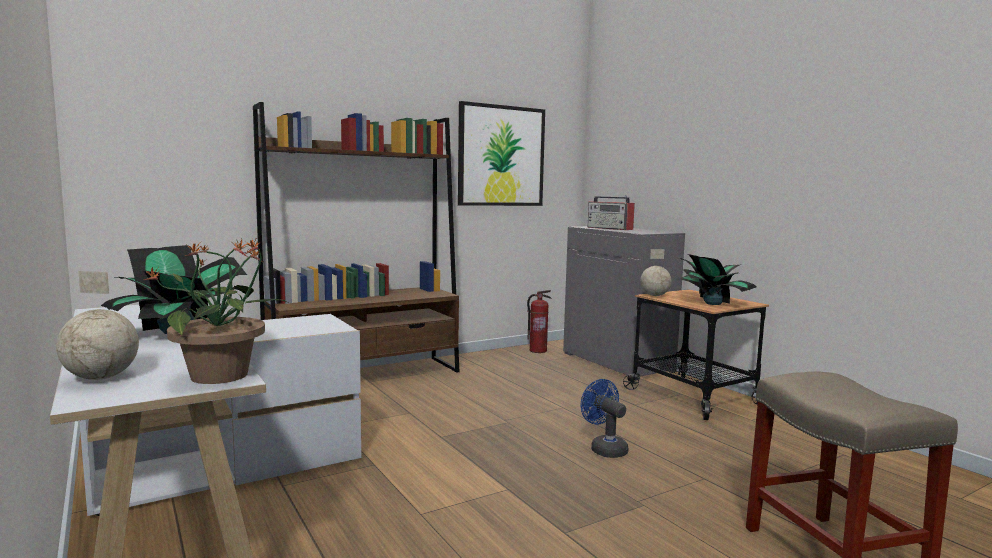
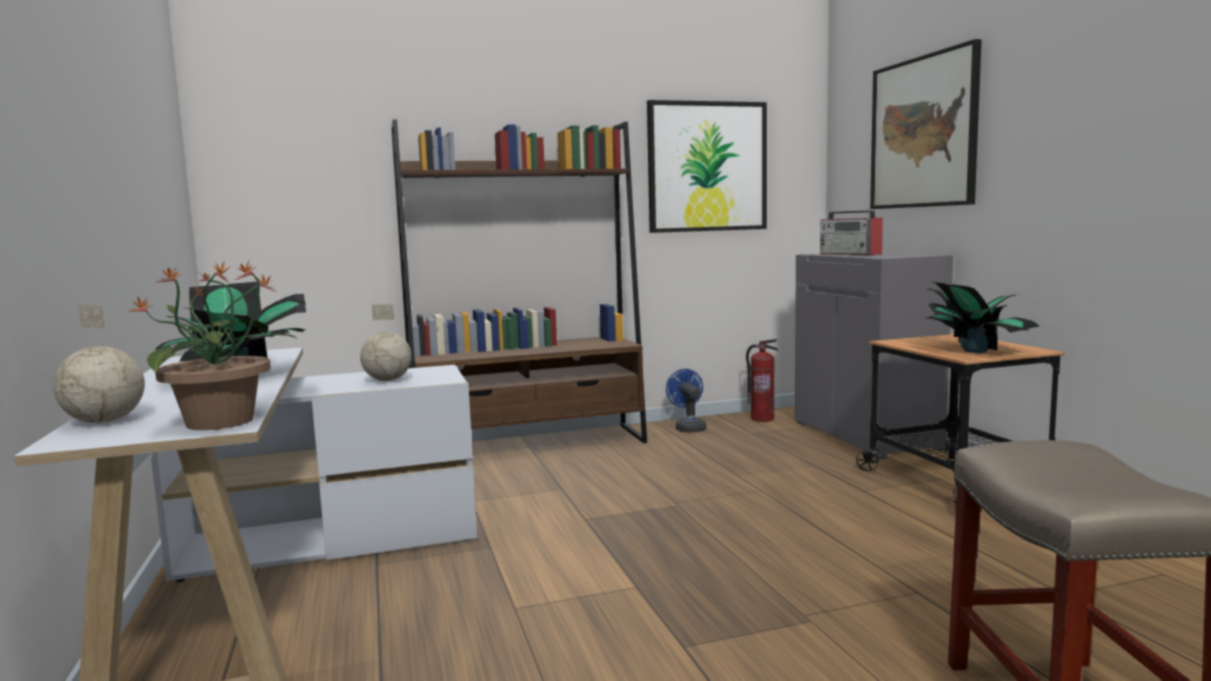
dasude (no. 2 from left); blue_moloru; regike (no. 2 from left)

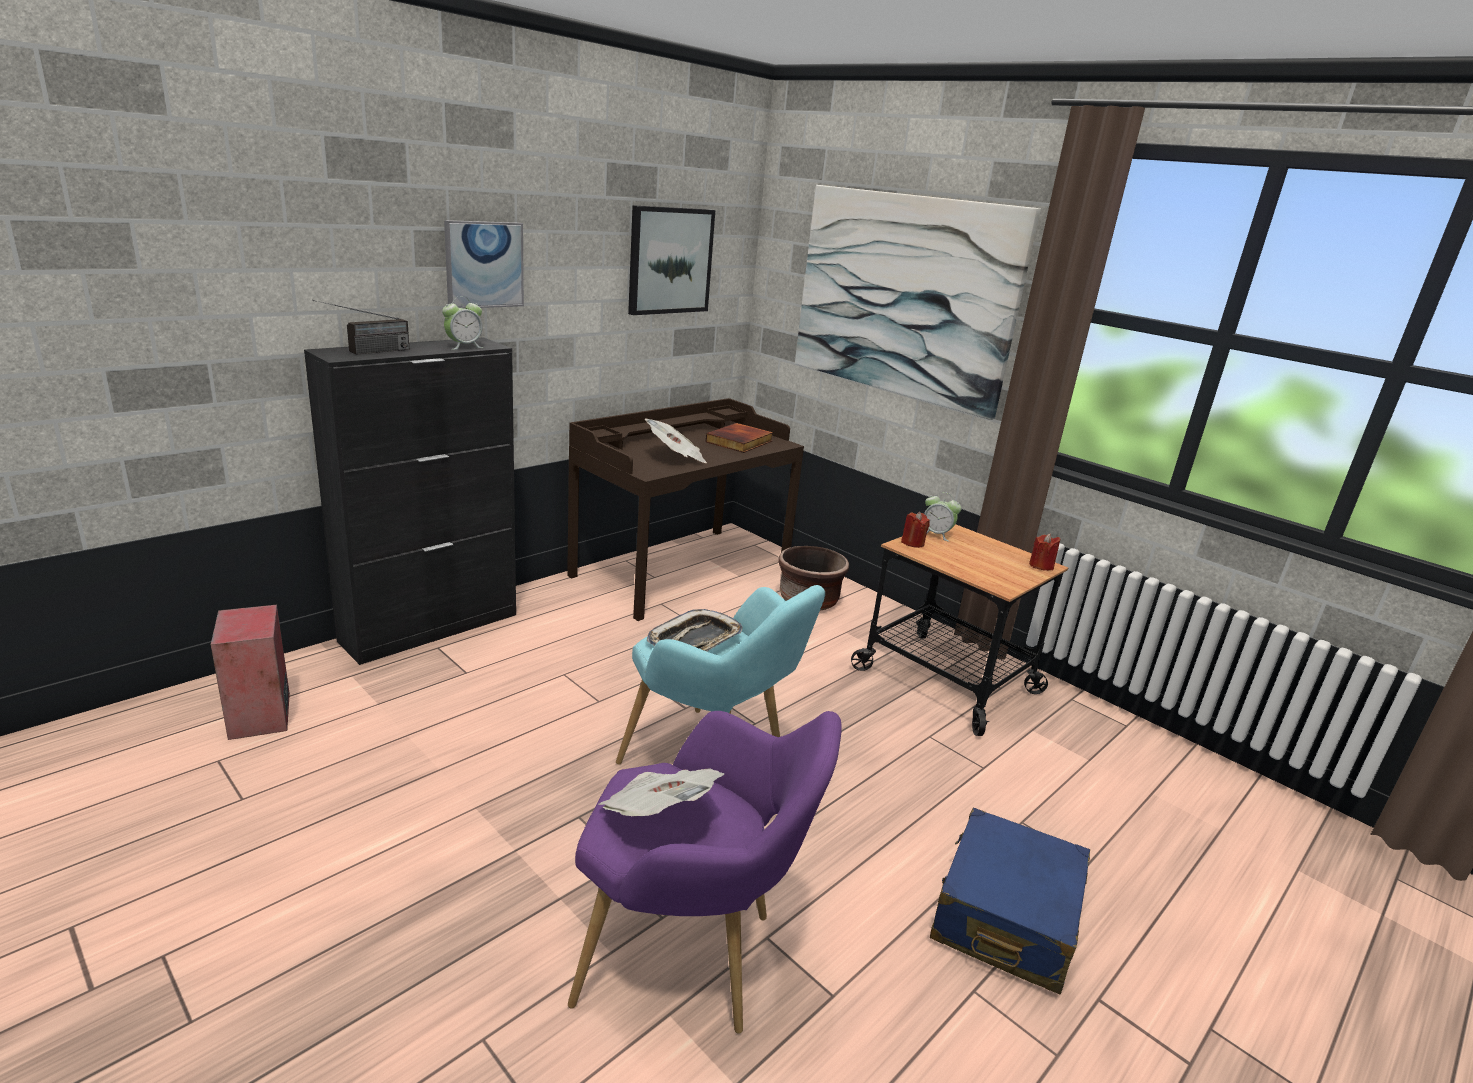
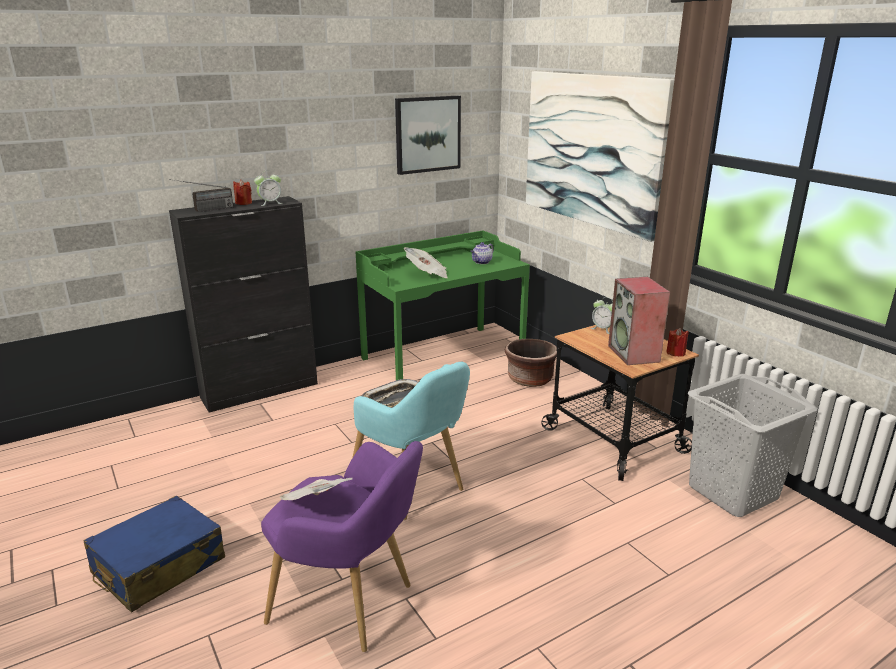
regike (no. 1 from left in the first image); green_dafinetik; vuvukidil; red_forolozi (no. 1 from left); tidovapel; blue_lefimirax; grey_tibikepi

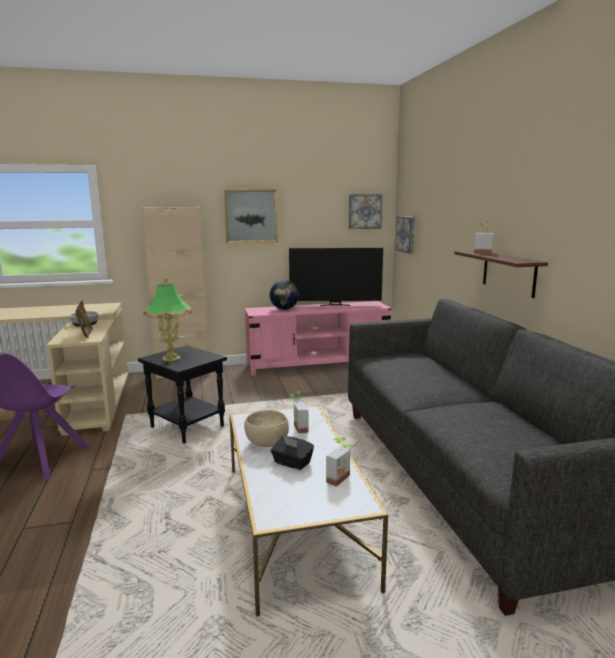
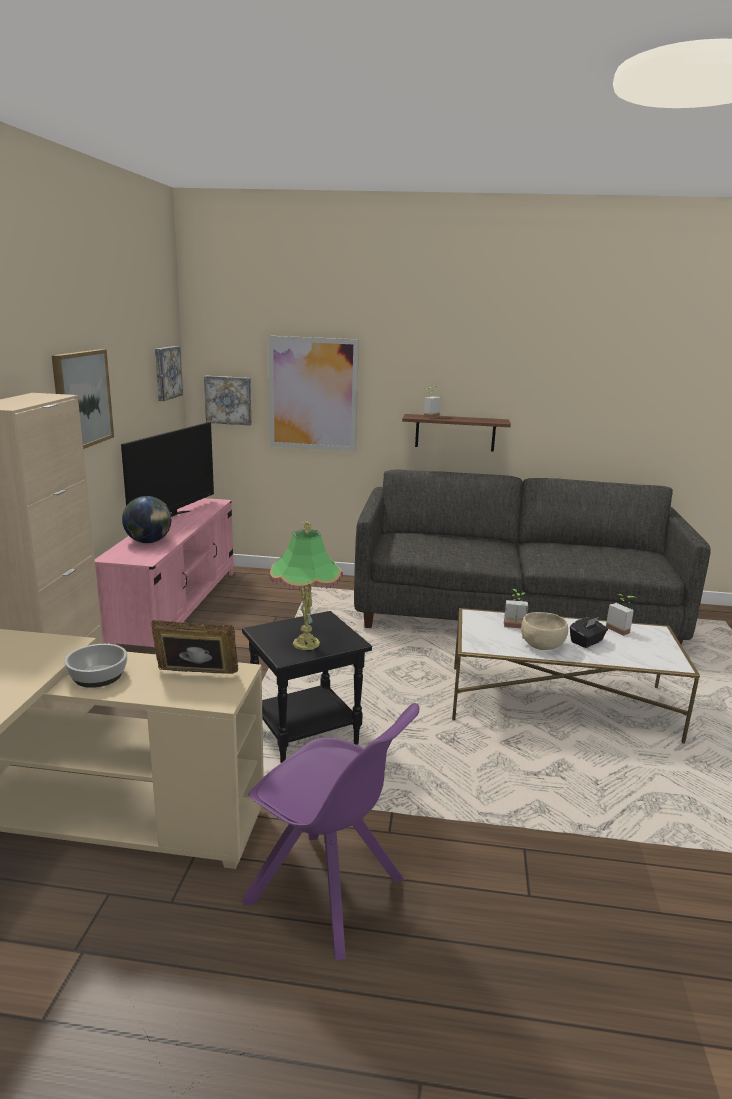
regike (no. 4 from left)

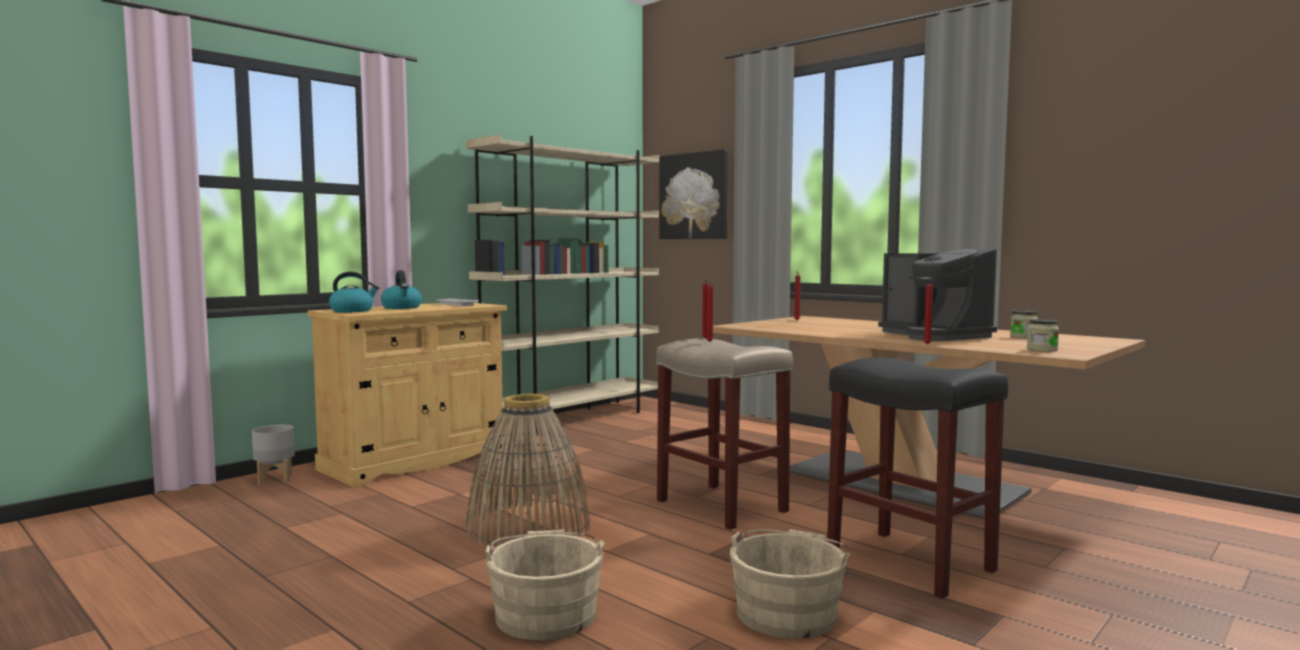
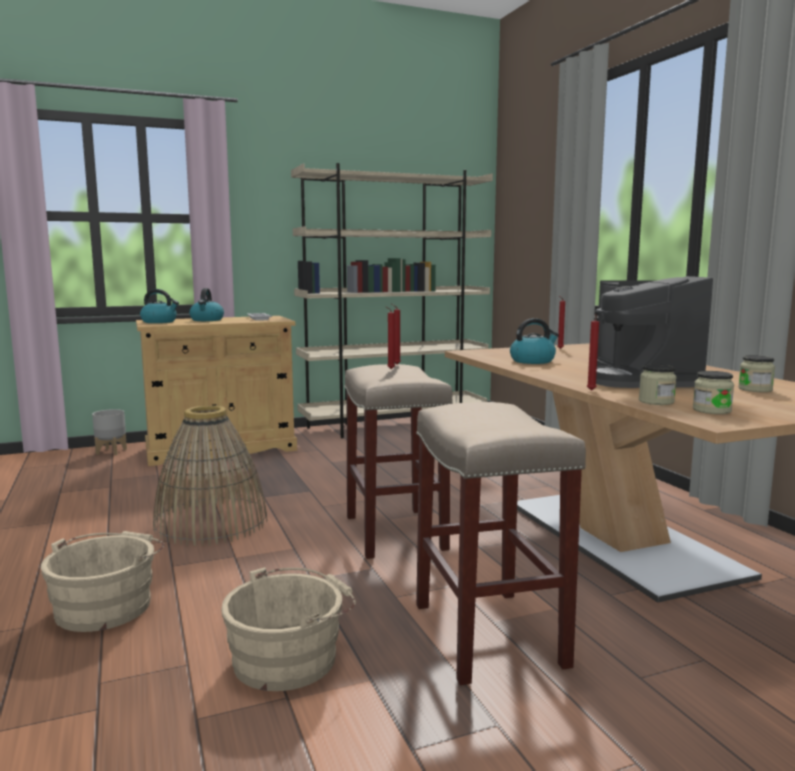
regike; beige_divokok (no. 2 from left); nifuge (no. 3 from left); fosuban (no. 1 from left)

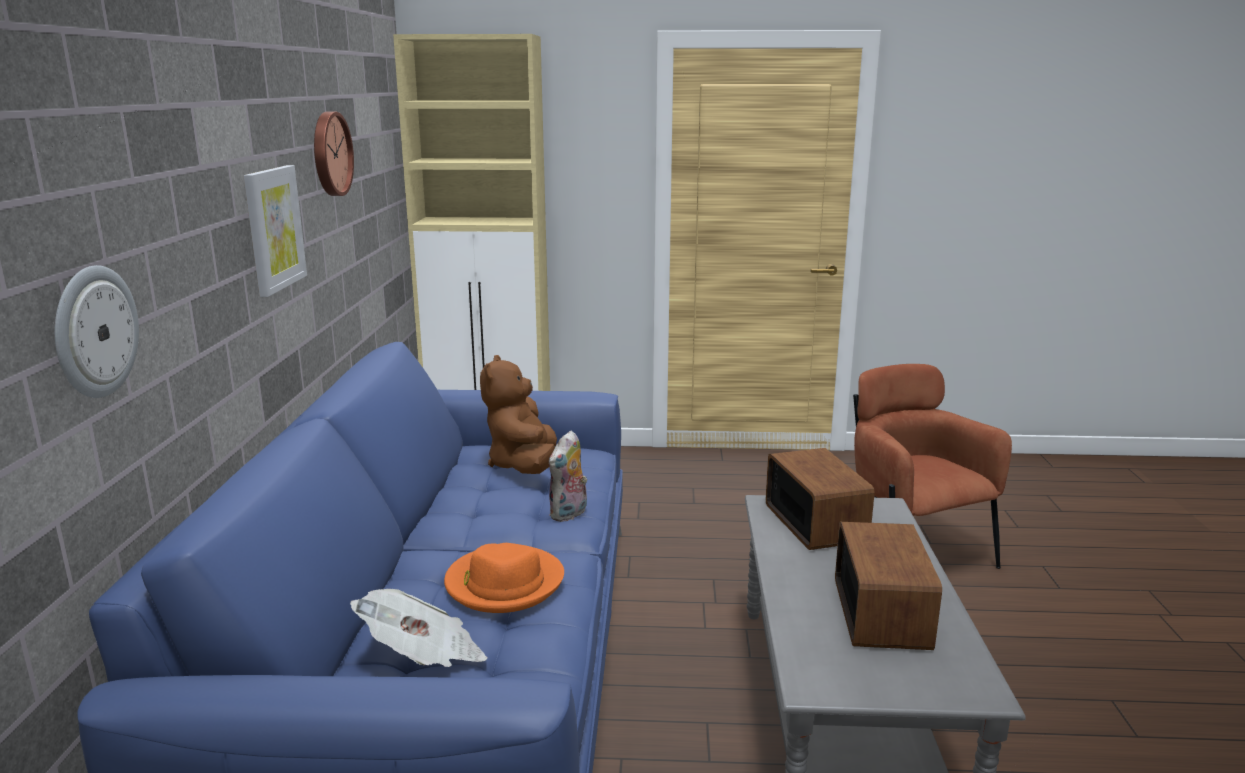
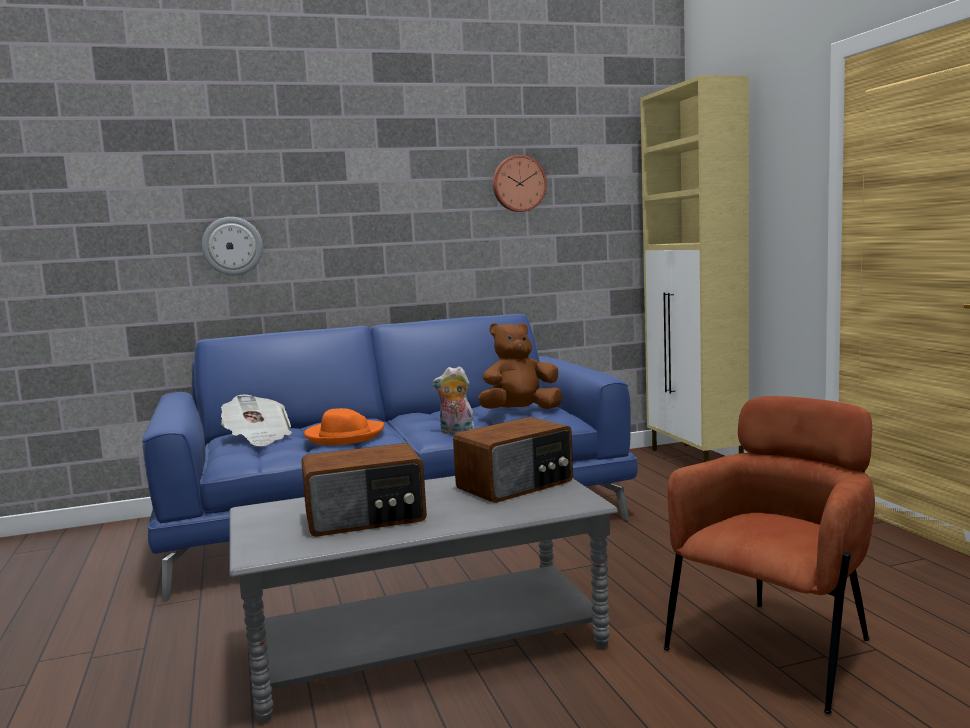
regike

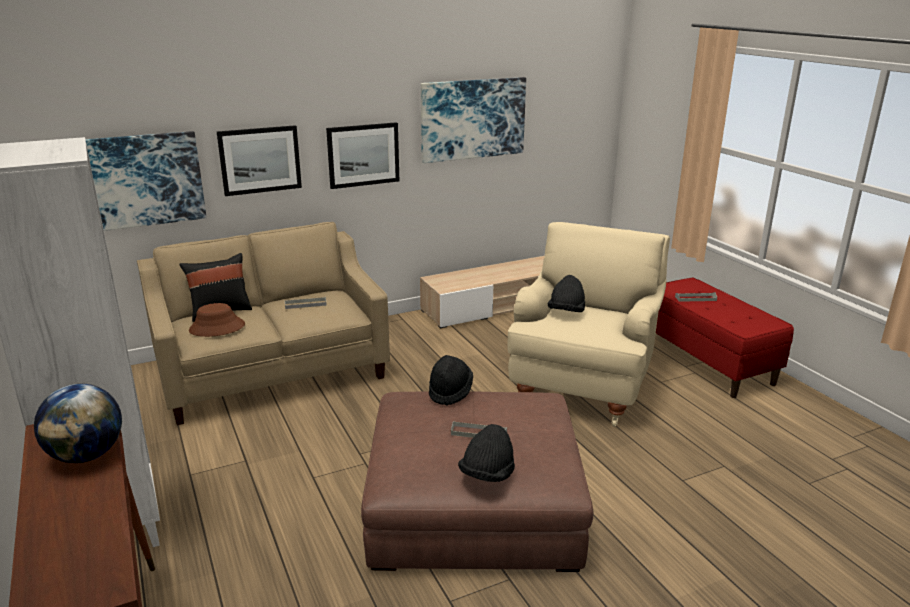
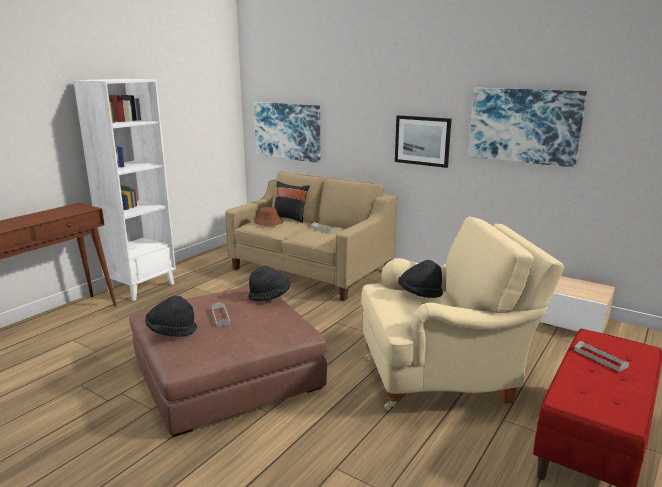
regike (no. 2 from left in the first image); dasude

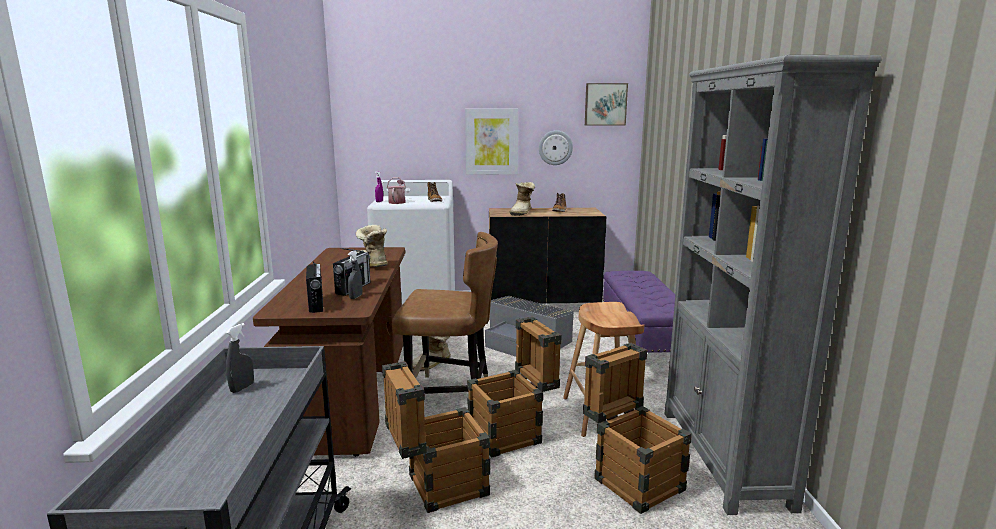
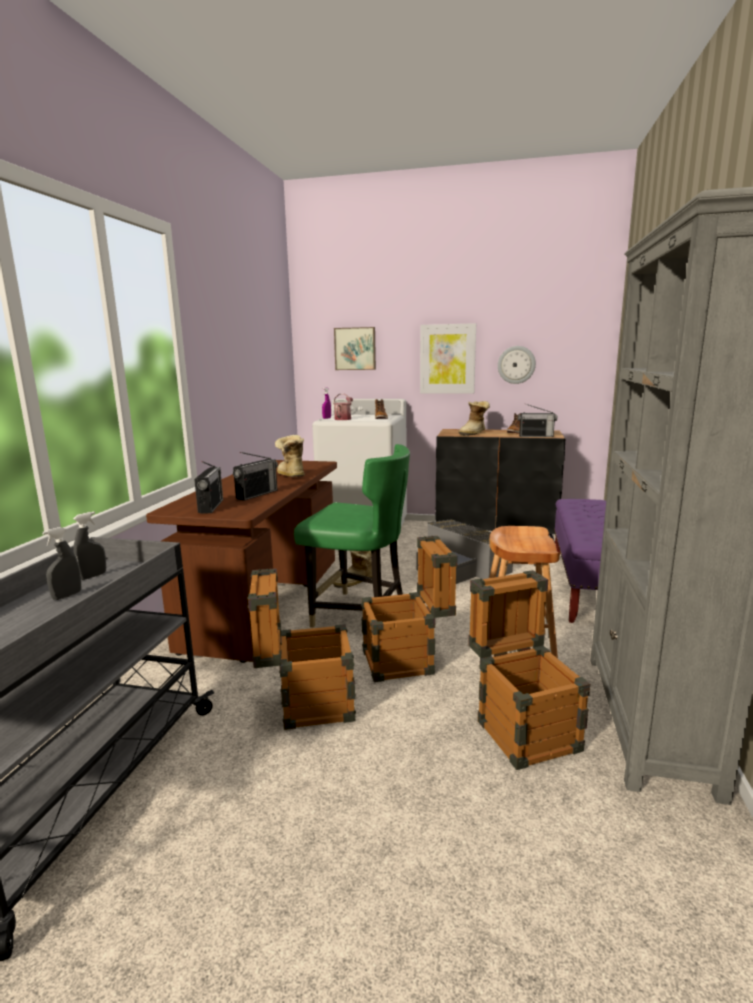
regike (no. 1 from left); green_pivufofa; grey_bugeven (no. 1 from left); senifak (no. 3 from left)

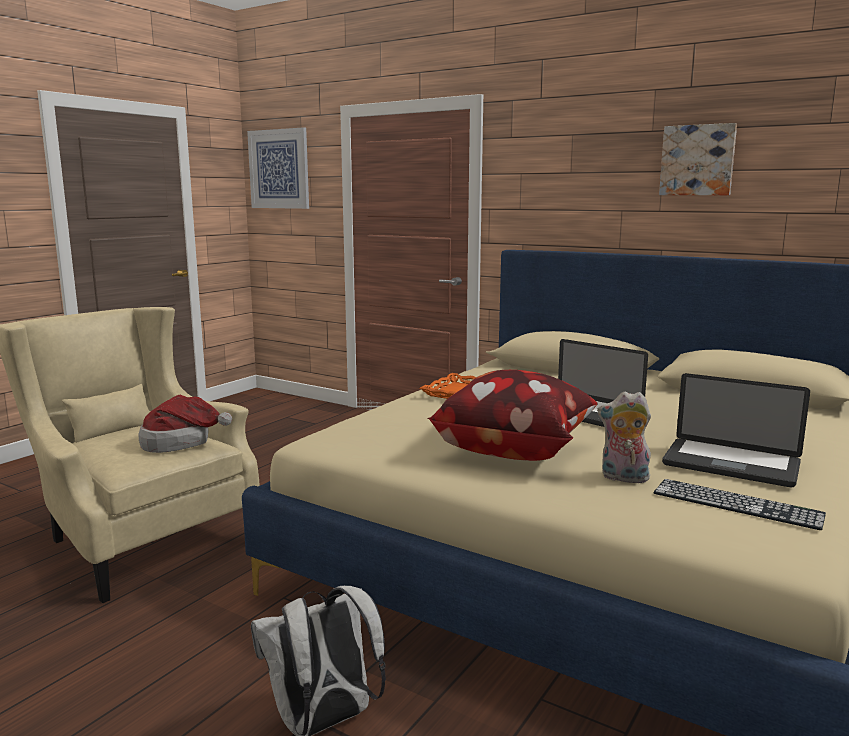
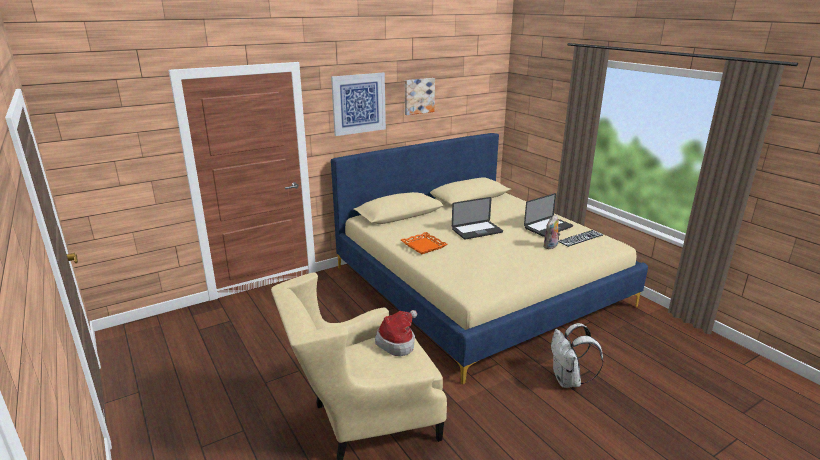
regike (no. 1 from left); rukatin

